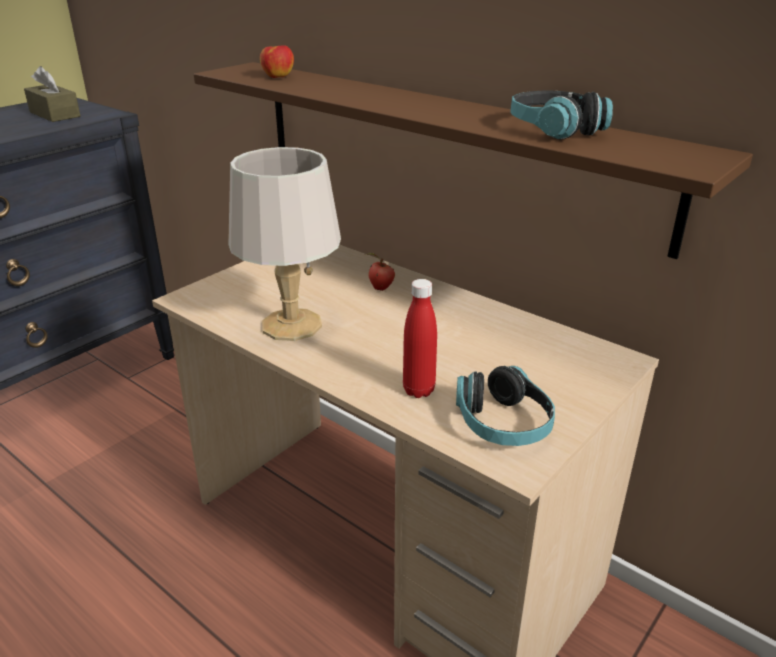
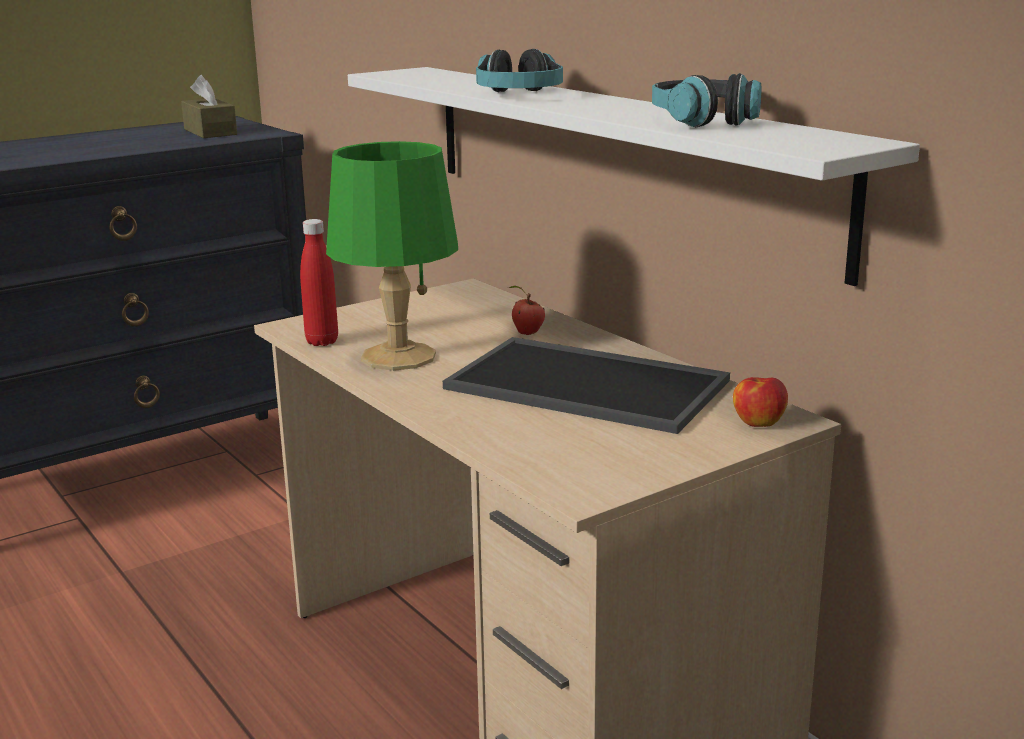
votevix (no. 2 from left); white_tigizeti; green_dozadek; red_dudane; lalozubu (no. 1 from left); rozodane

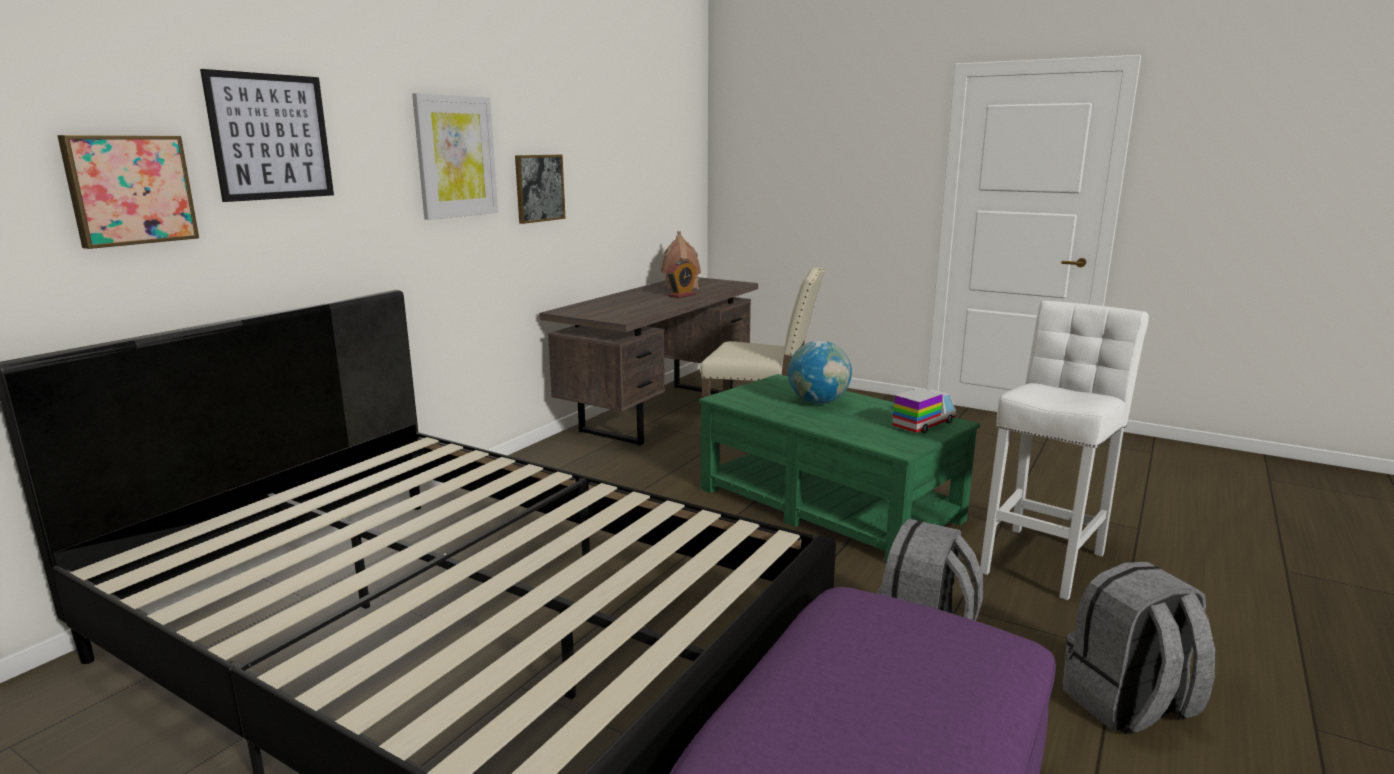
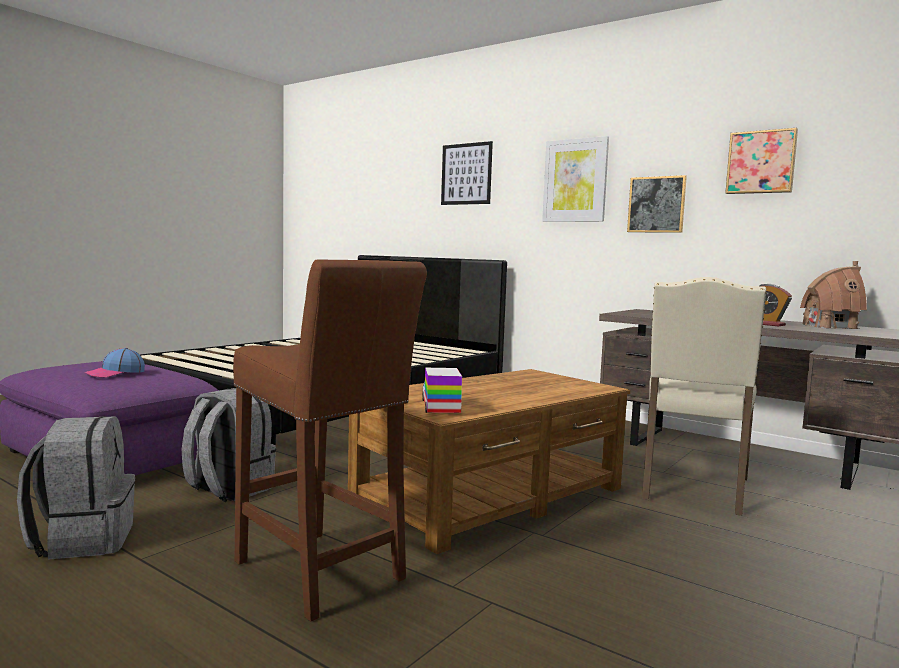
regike (no. 4 from left); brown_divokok; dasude; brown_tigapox; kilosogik; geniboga

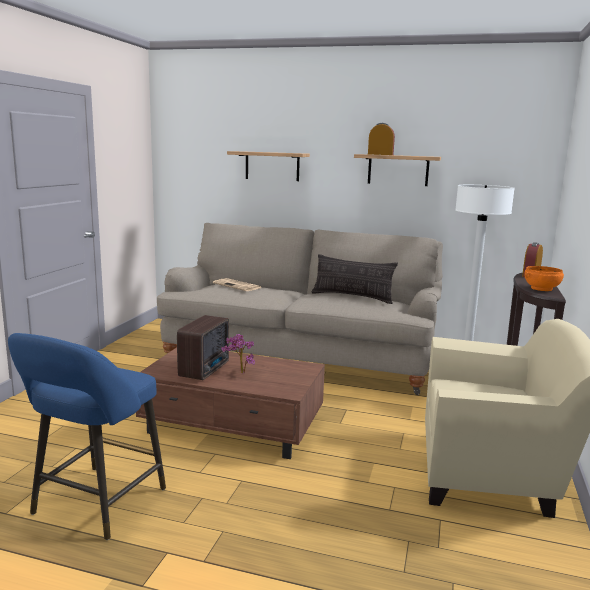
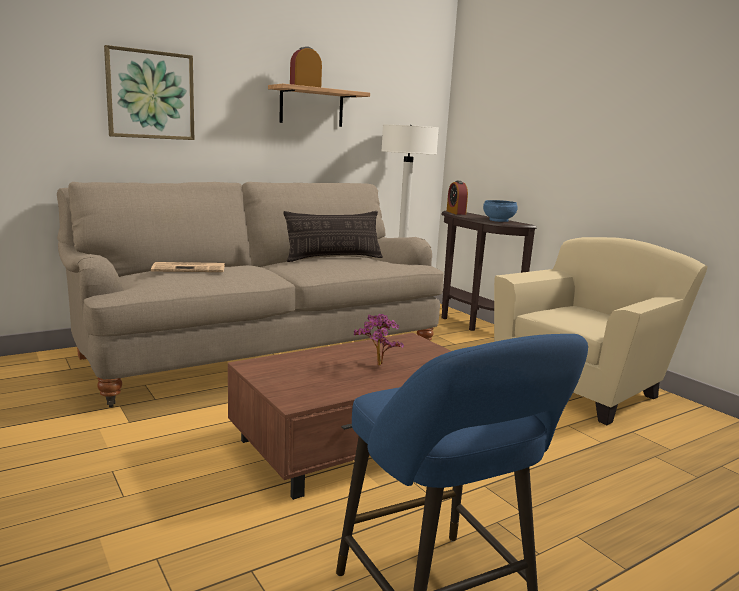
regike; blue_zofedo; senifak

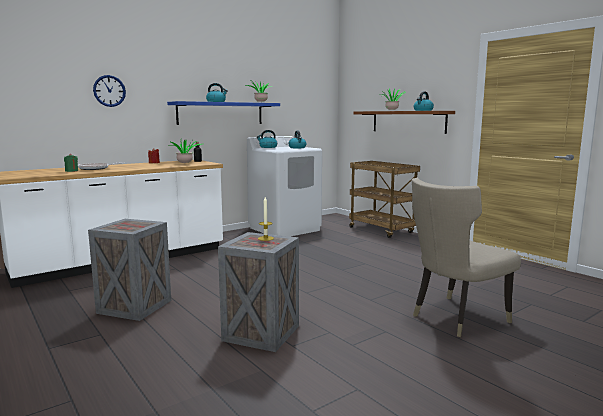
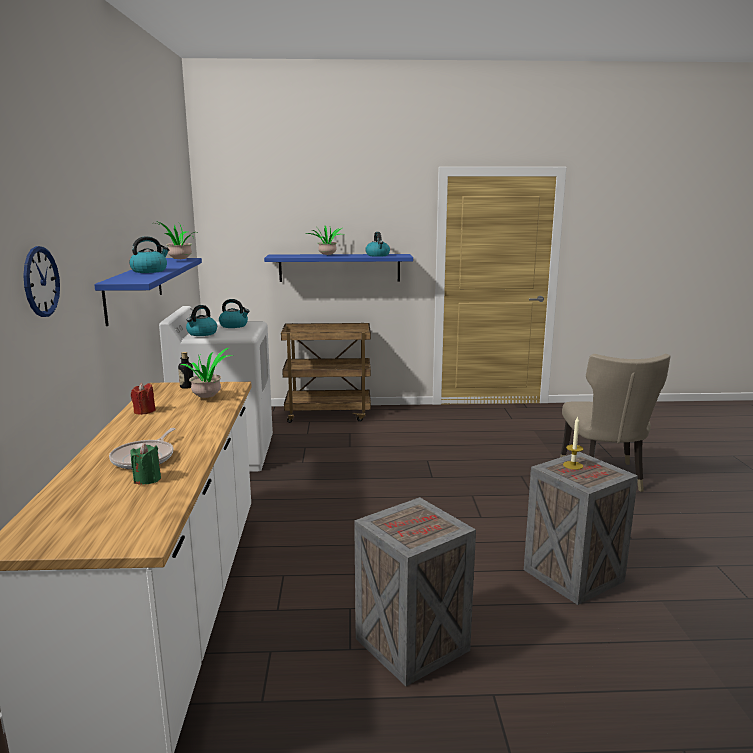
blue_tigizeti (no. 2 from left)

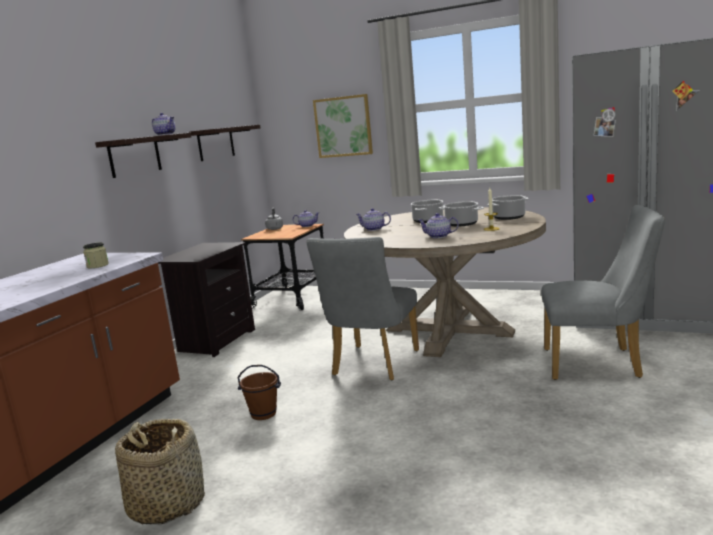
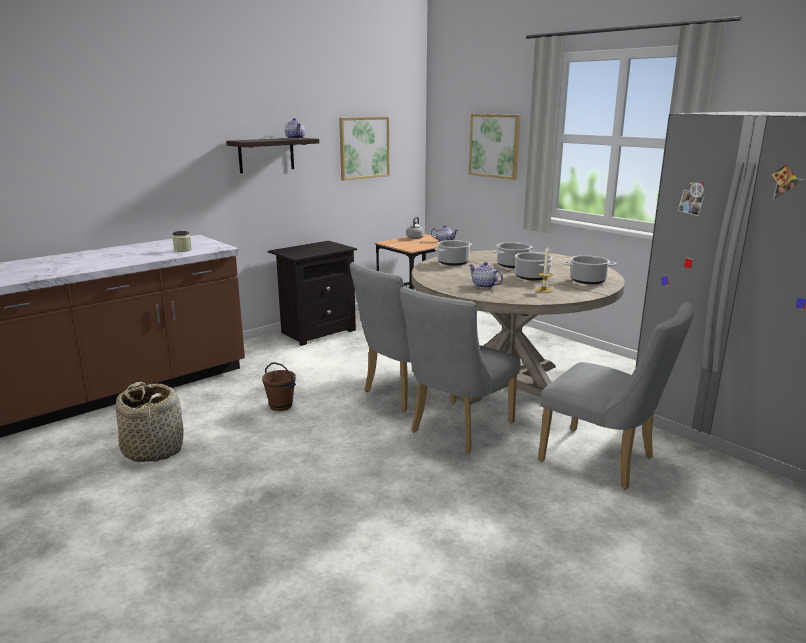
regike (no. 1 from left); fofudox (no. 1 from left); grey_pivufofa (no. 2 from left)

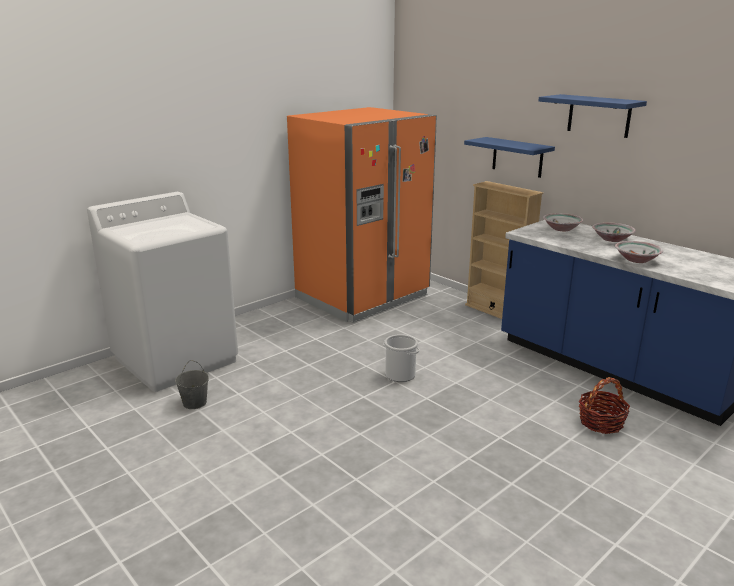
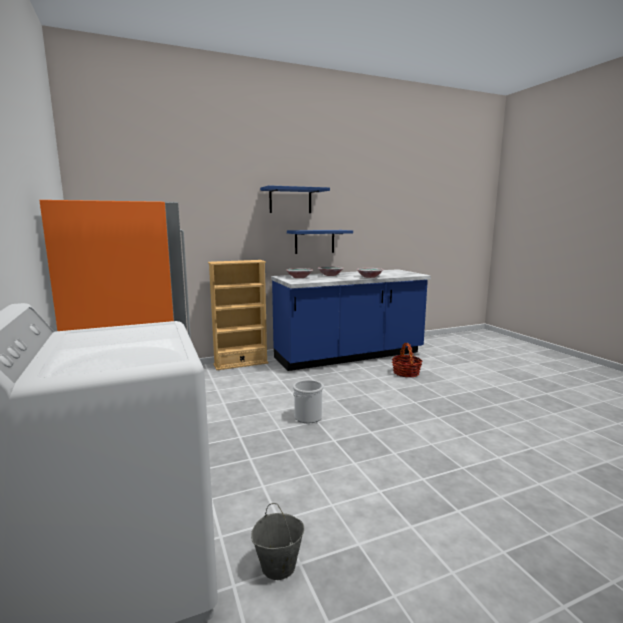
blue_tigizeti (no. 2 from left)

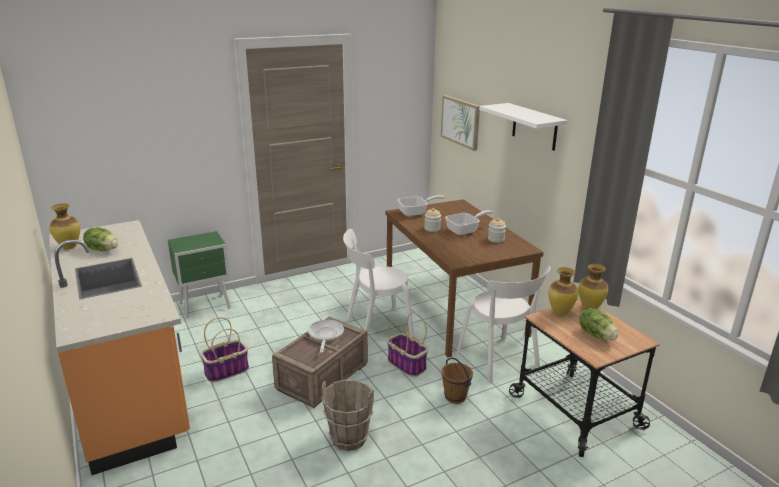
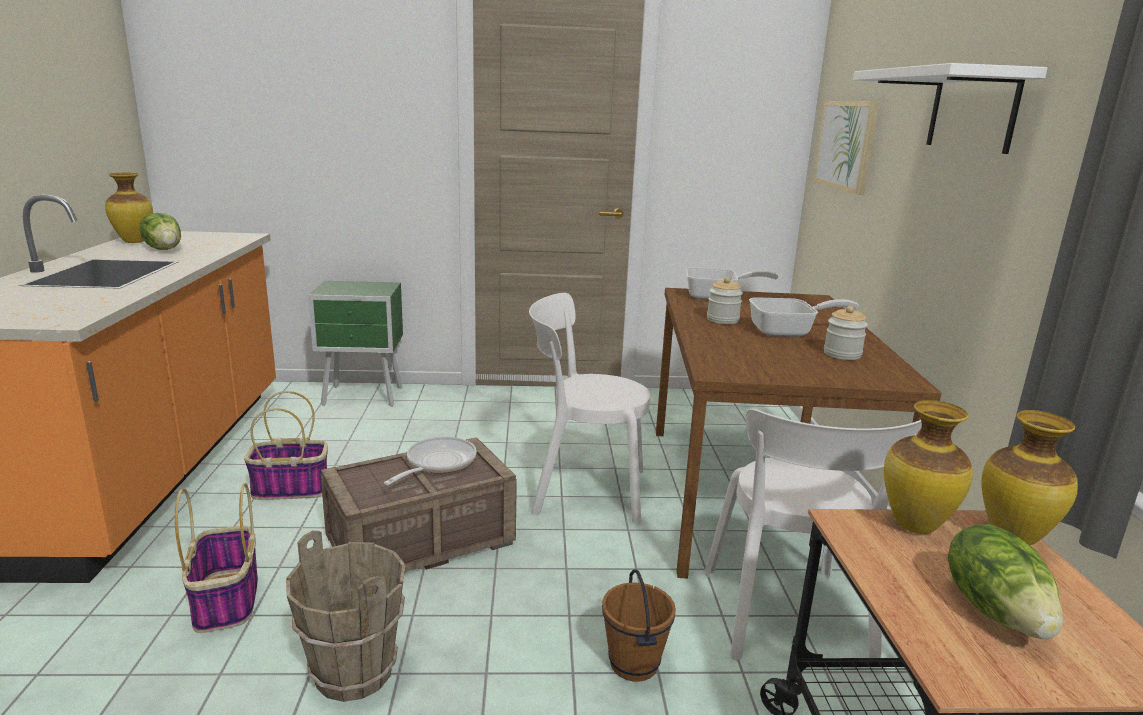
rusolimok (no. 1 from left)

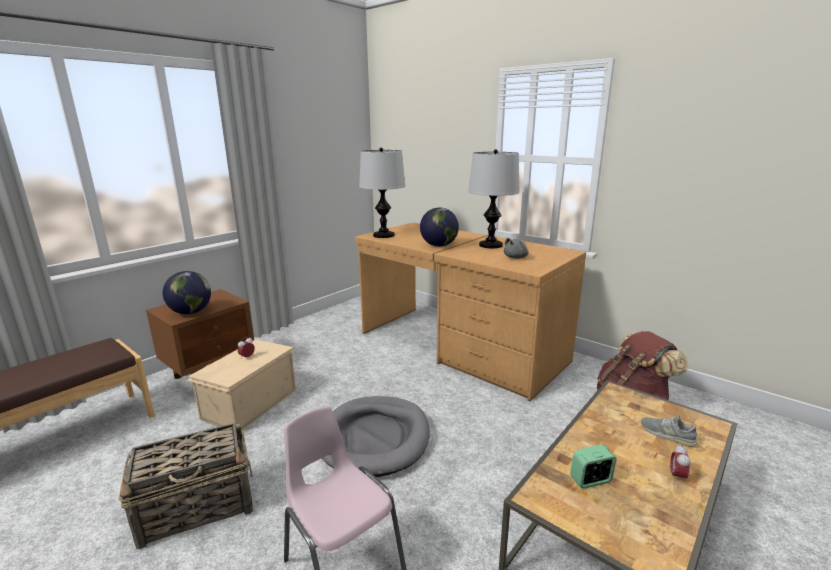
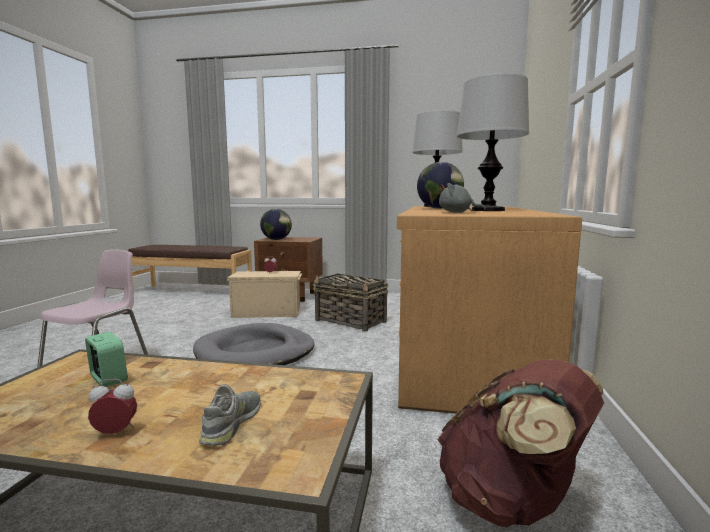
rusolimok

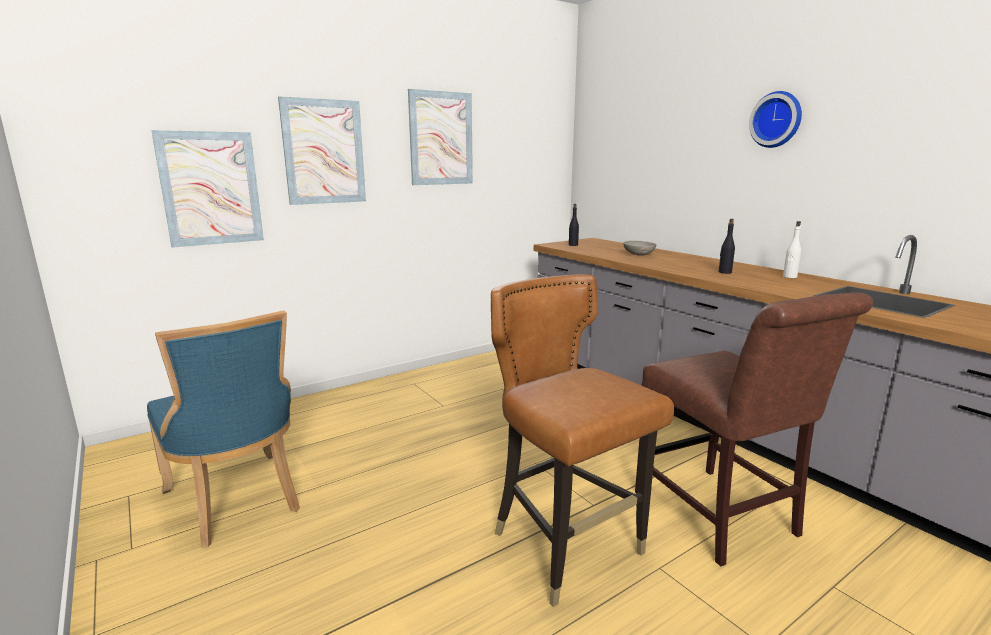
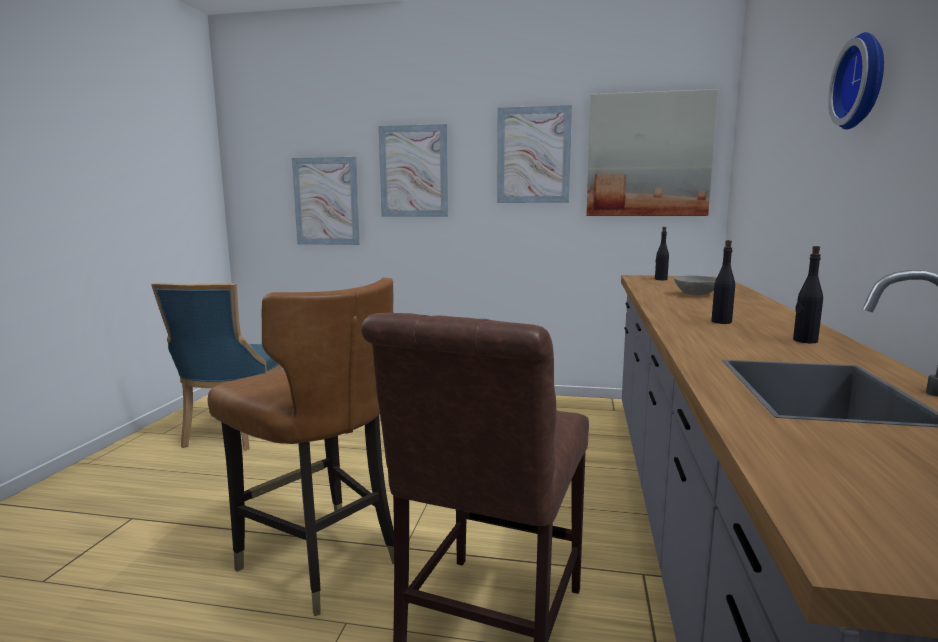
black_dudane (no. 3 from left); brown_pivufofa (no. 1 from left); regike (no. 4 from left)

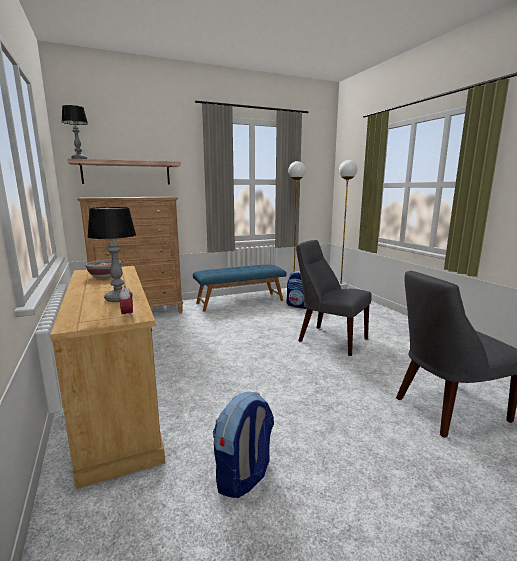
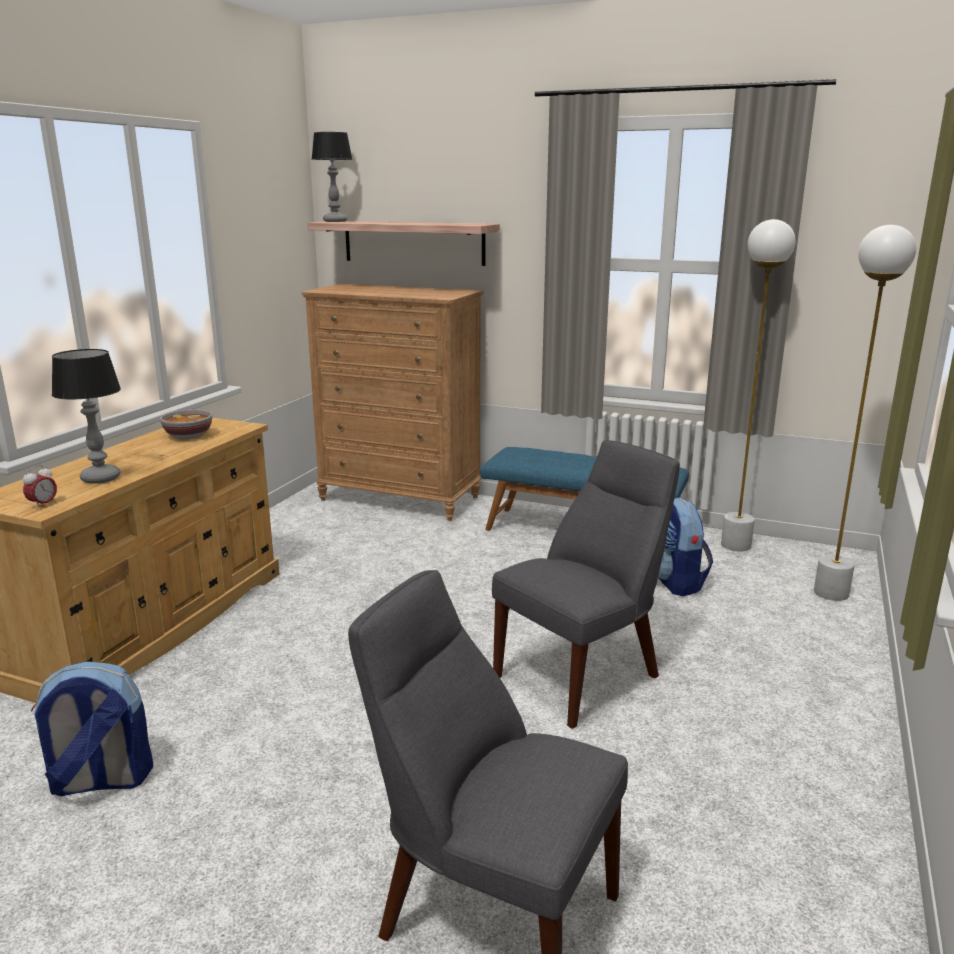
grey_pivufofa (no. 2 from left)

